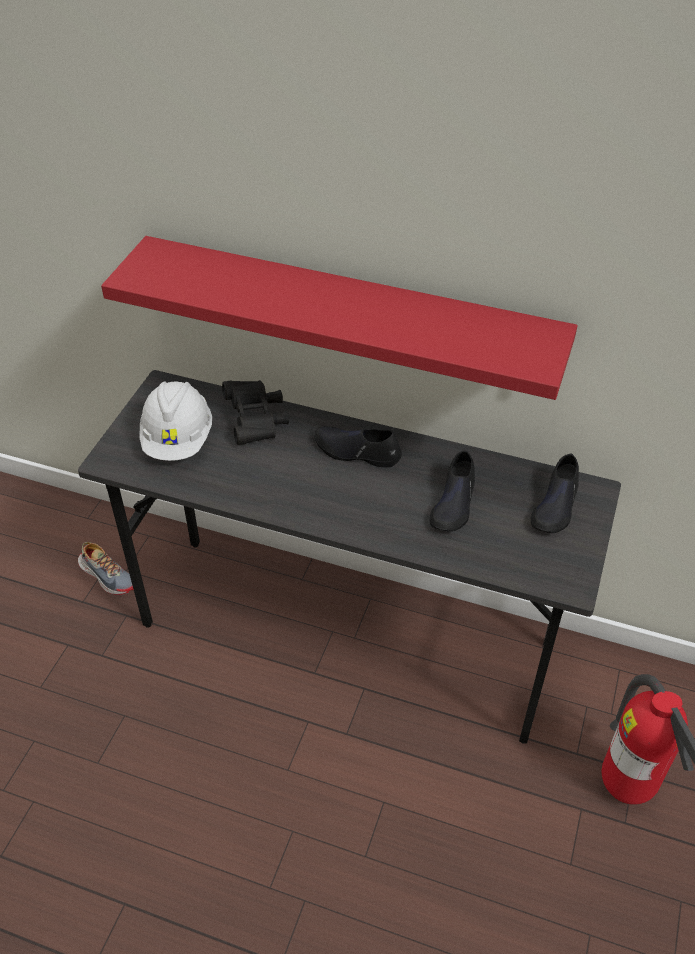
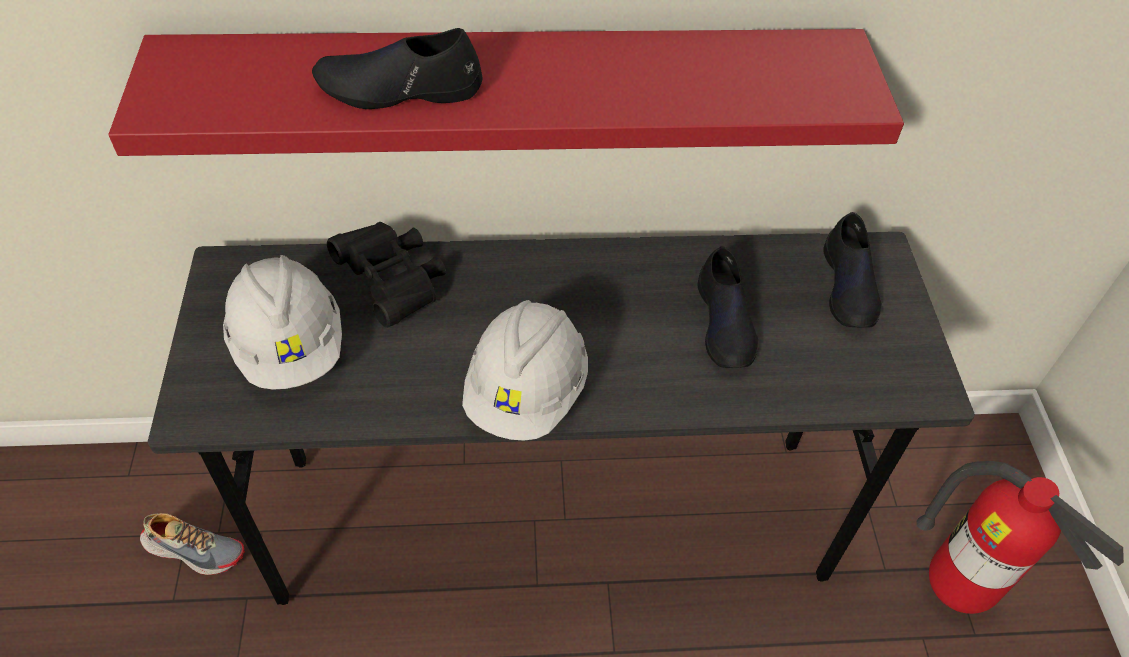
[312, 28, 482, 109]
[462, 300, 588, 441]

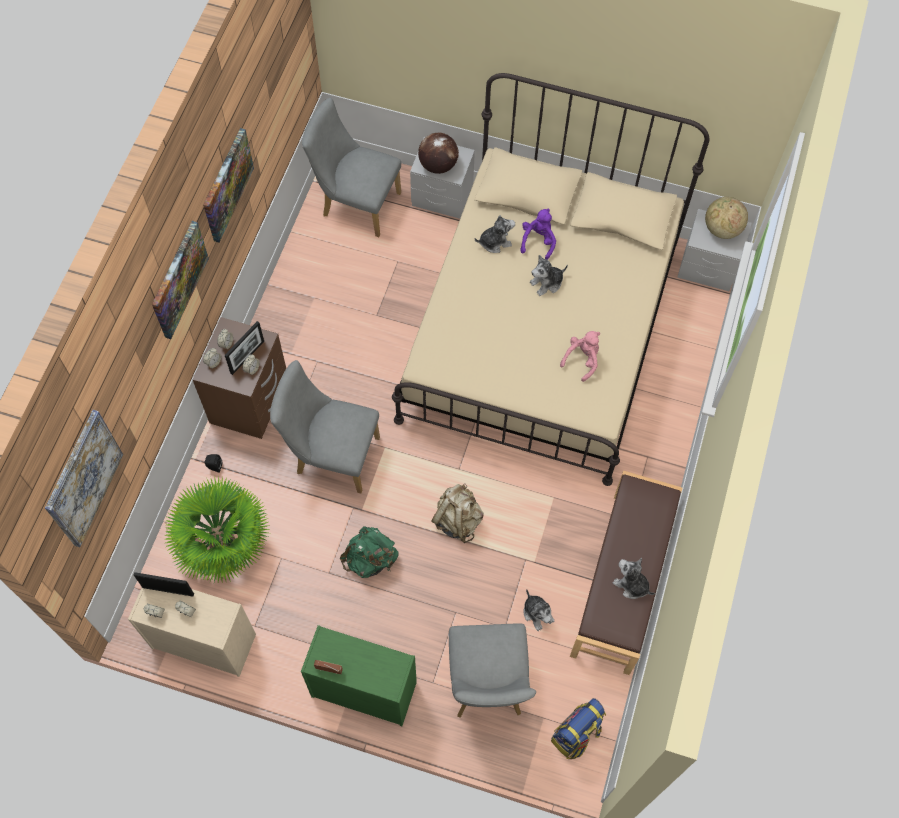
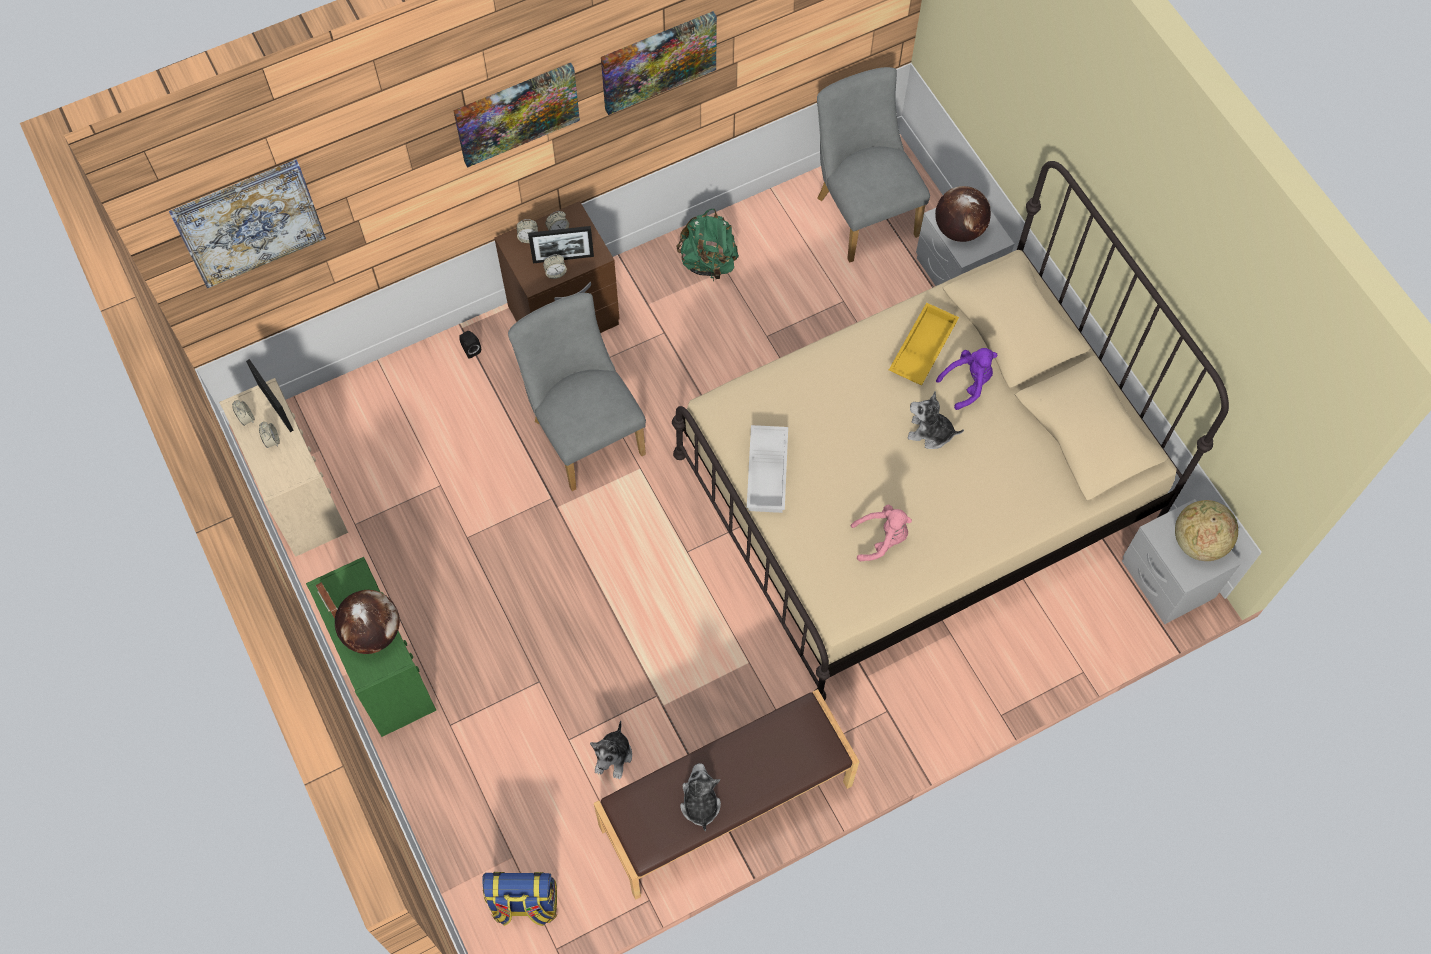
[889, 303, 959, 386]
[164, 475, 270, 582] (first image)
[431, 484, 483, 544] (first image)
[676, 209, 739, 281]
[449, 623, 536, 718] (first image)
[747, 425, 788, 513]
[335, 590, 400, 654]

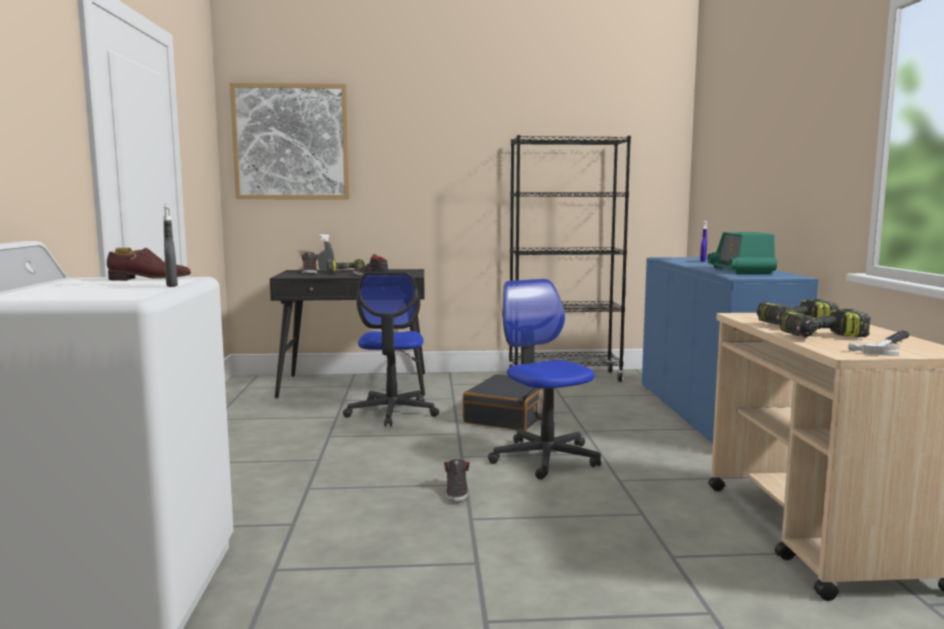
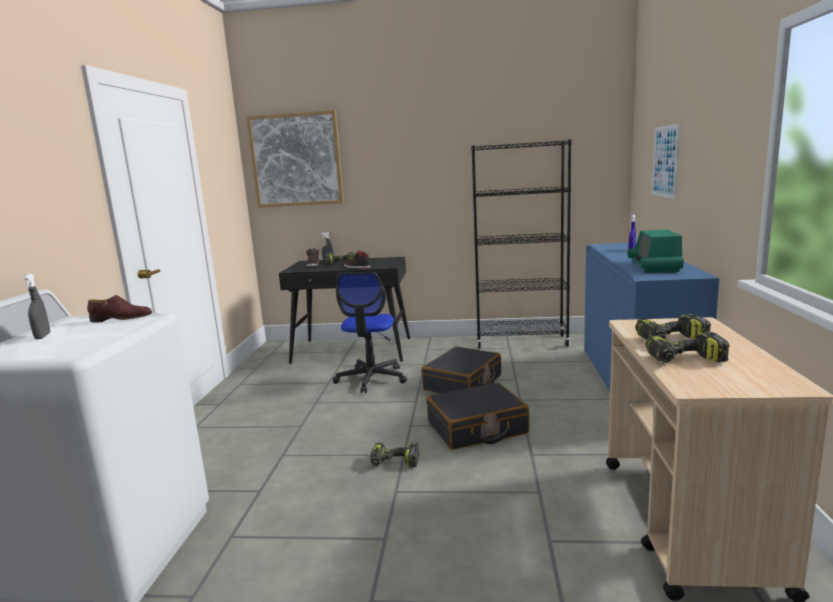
[23, 273, 50, 339]
[426, 383, 529, 450]
[848, 330, 910, 356] (first image)
[370, 443, 419, 467]
[652, 124, 680, 199]

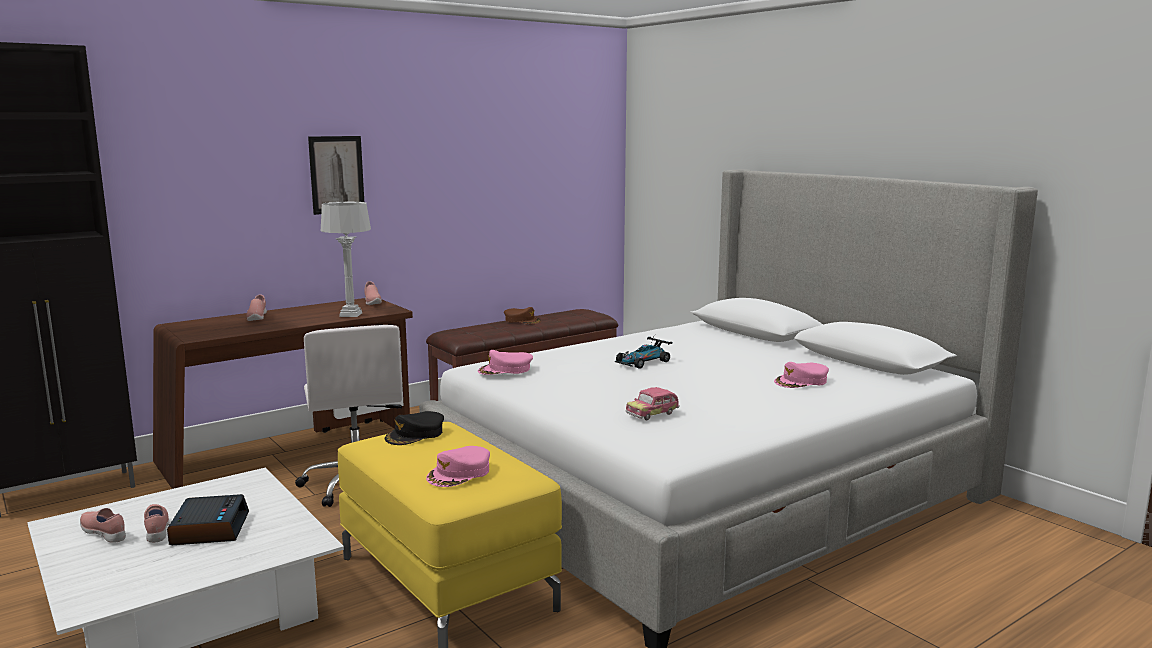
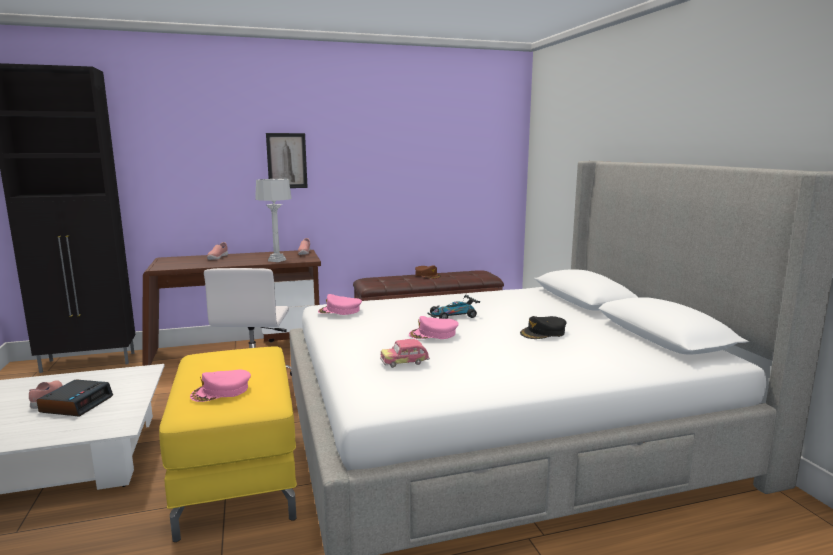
[409, 316, 458, 339]
[520, 316, 567, 339]
[80, 508, 126, 543] (first image)

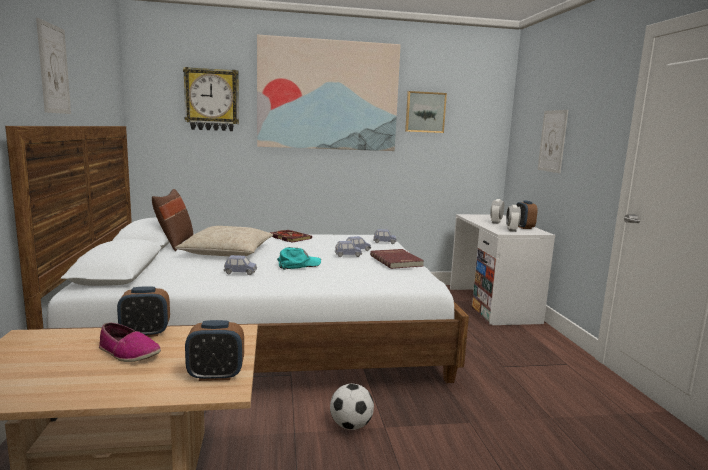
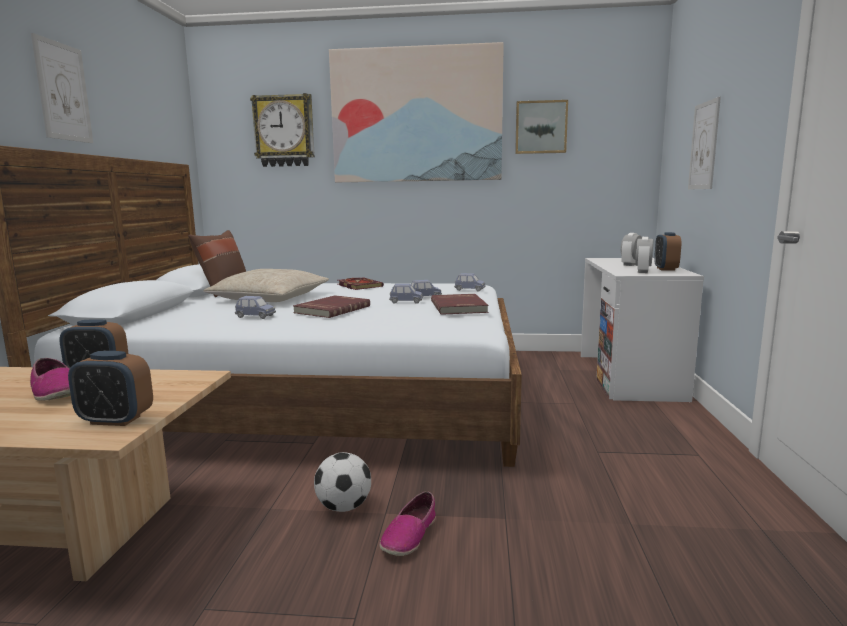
[293, 295, 370, 318]
[379, 491, 436, 556]

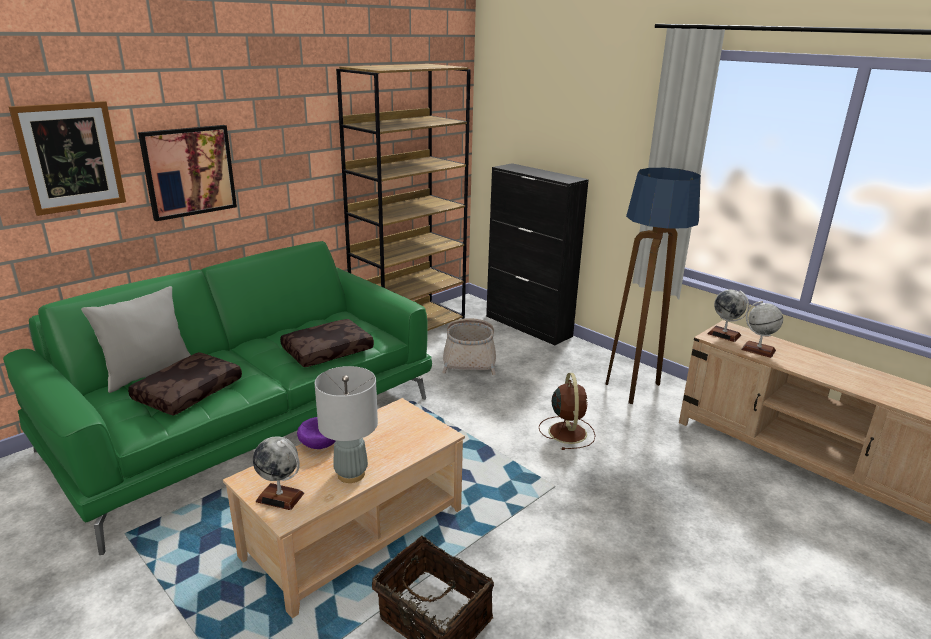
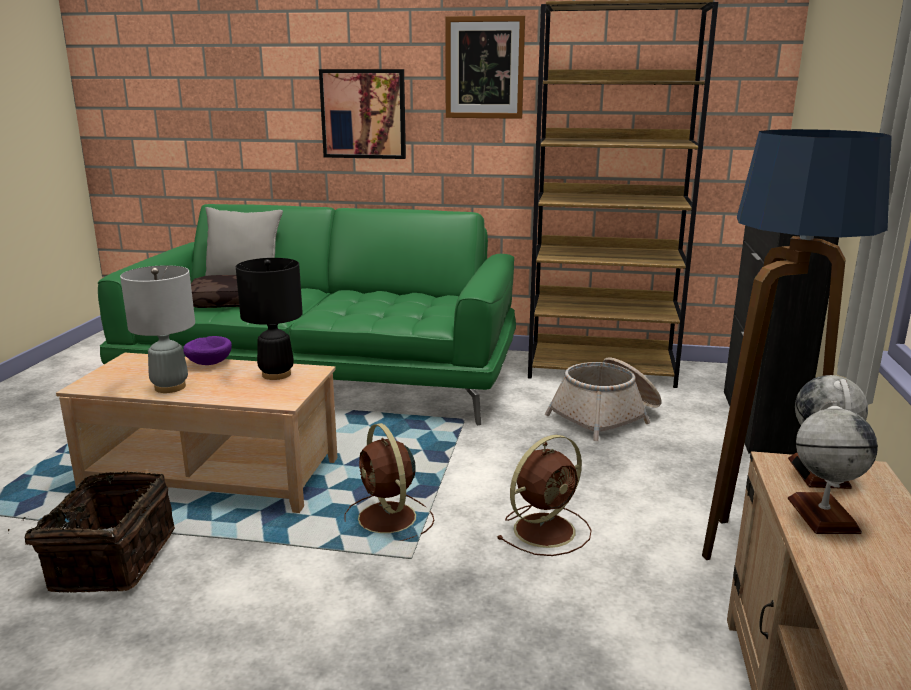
[445, 15, 525, 119]
[280, 319, 374, 367] (first image)
[253, 436, 304, 510] (first image)
[236, 258, 303, 380]
[344, 423, 434, 541]

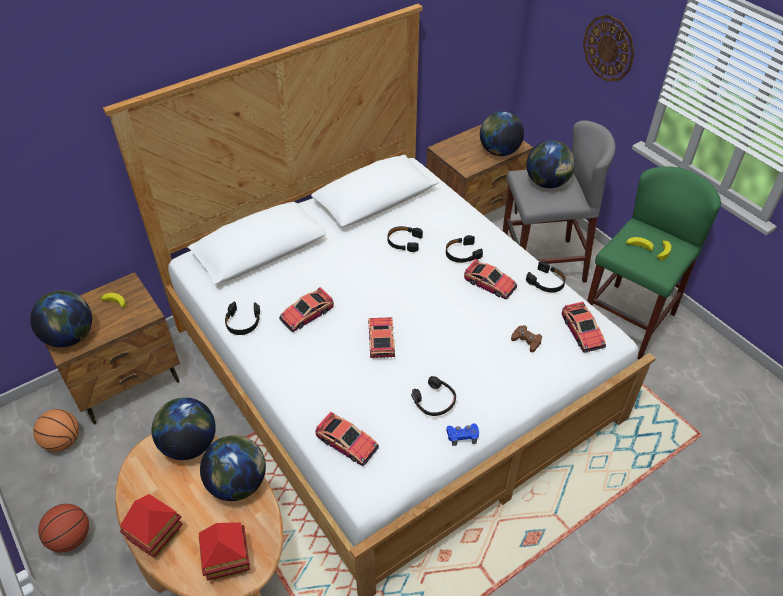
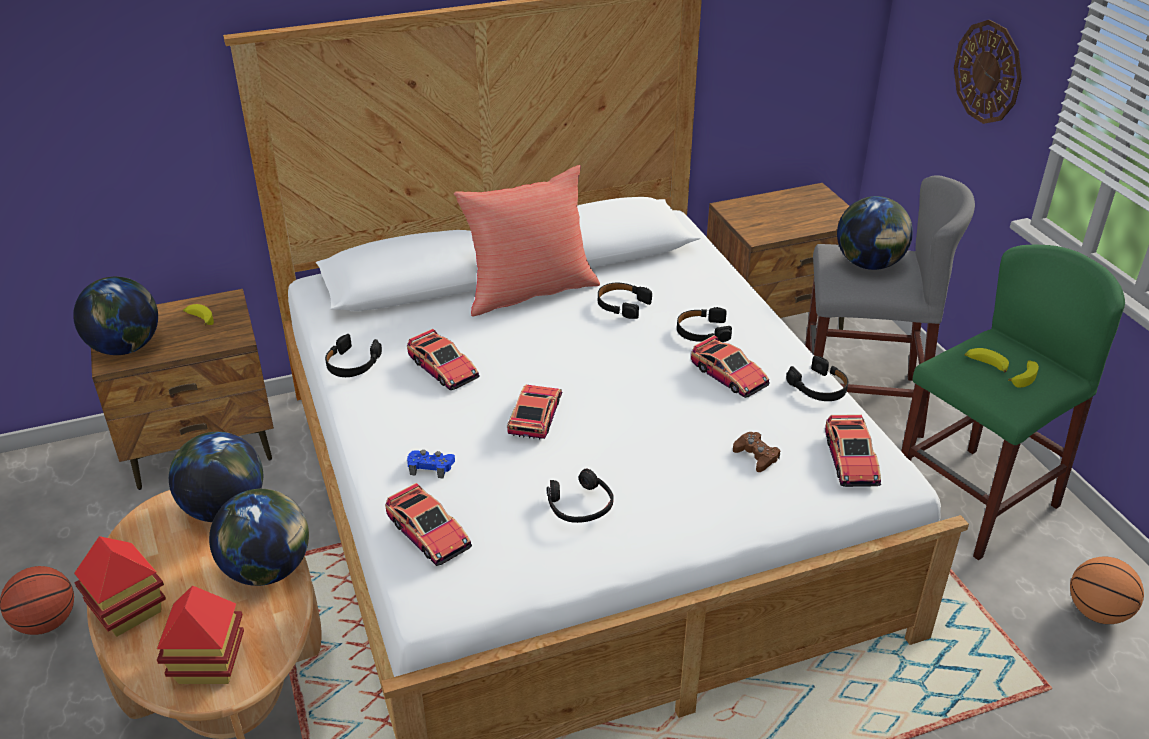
[480, 111, 524, 156] (first image)
[407, 329, 480, 390]
[1070, 557, 1144, 624]
[407, 450, 455, 479]
[454, 165, 600, 317]

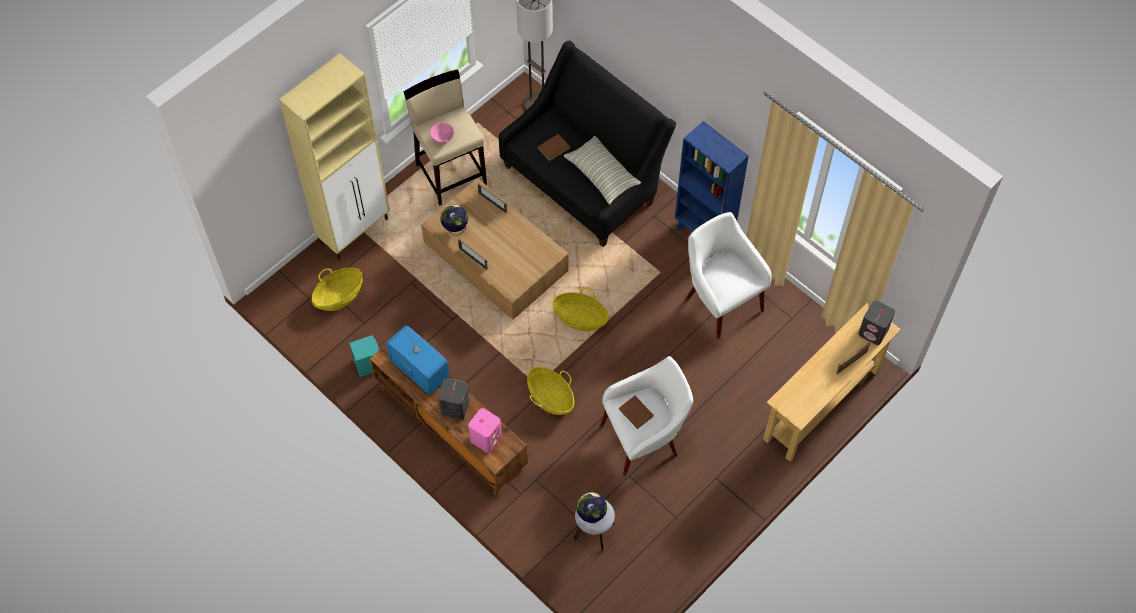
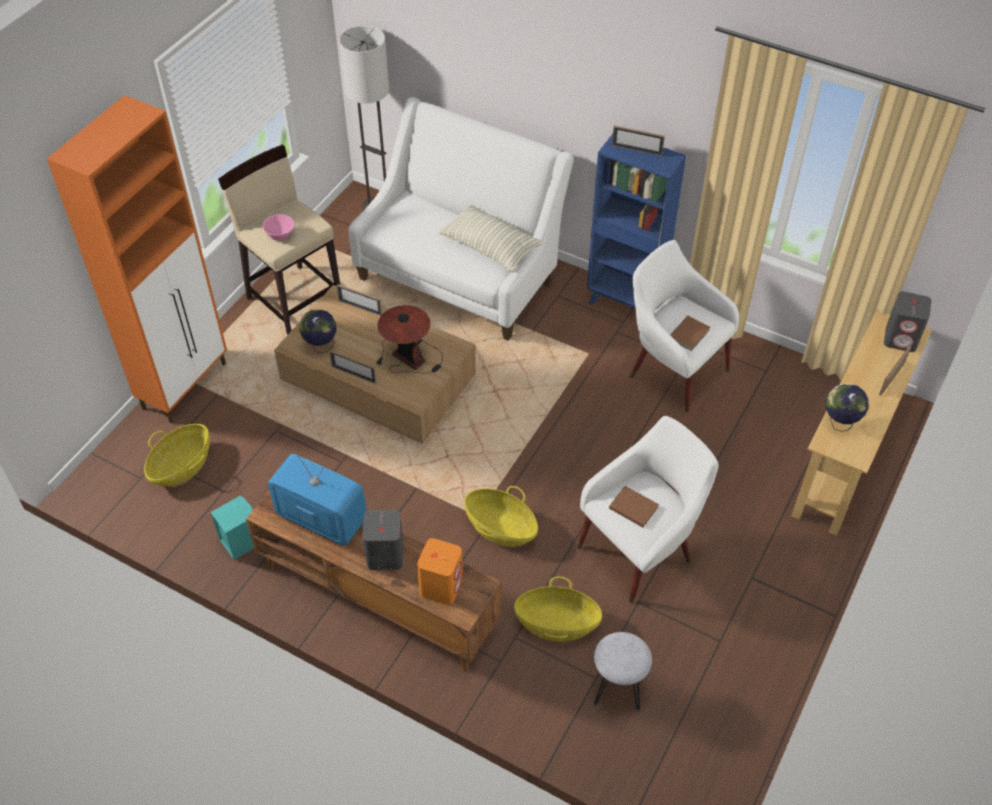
[348, 97, 574, 341]
[47, 95, 227, 423]
[670, 316, 710, 351]
[514, 577, 602, 642]
[417, 538, 463, 605]
[826, 383, 869, 432]
[612, 126, 665, 156]
[376, 305, 443, 374]

